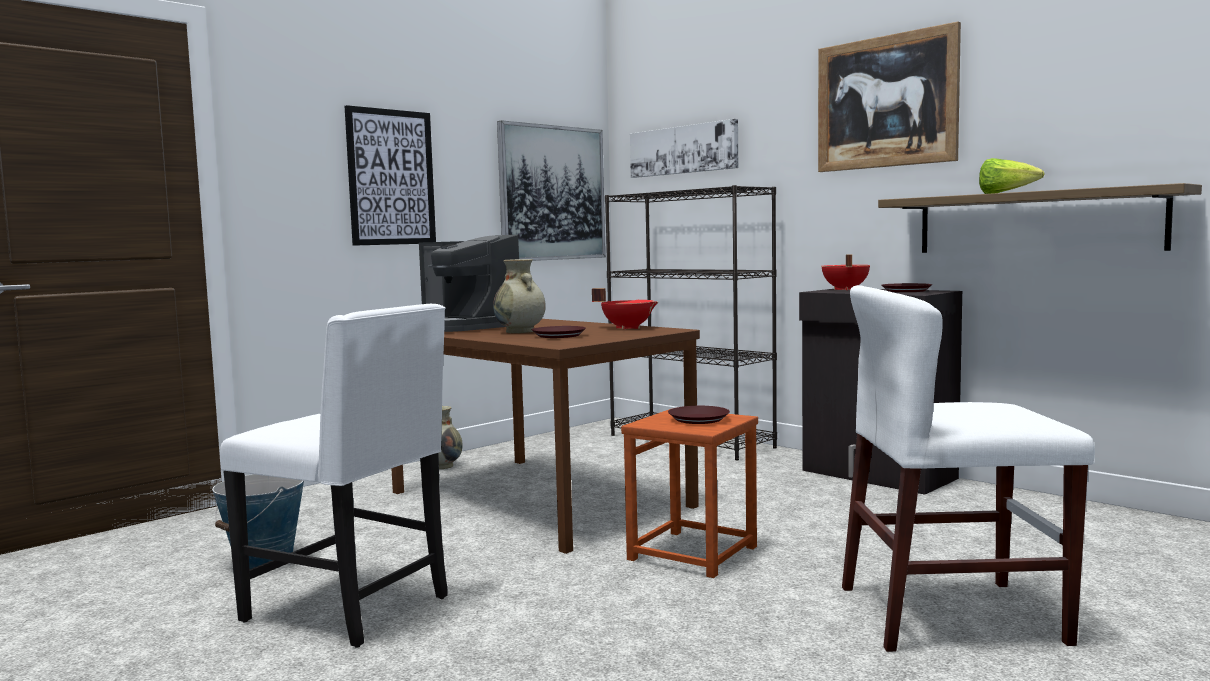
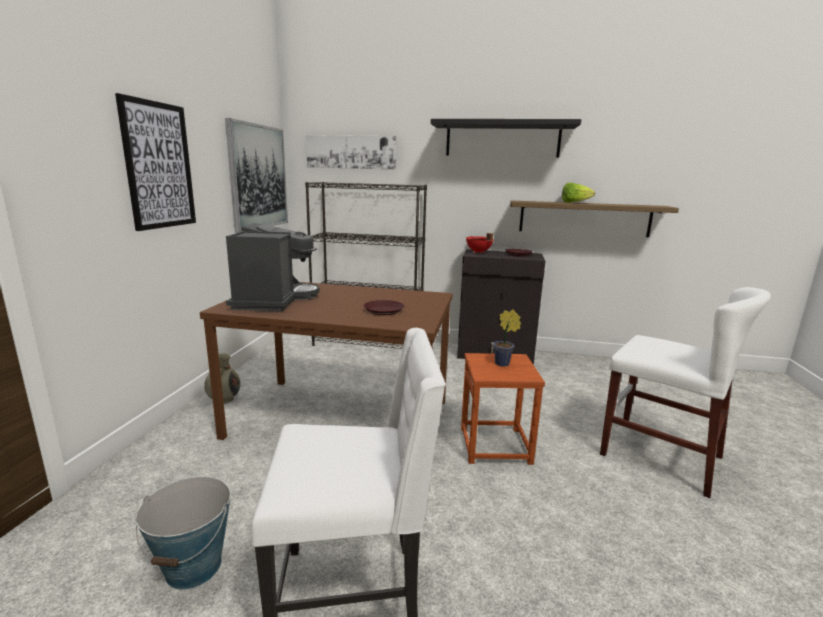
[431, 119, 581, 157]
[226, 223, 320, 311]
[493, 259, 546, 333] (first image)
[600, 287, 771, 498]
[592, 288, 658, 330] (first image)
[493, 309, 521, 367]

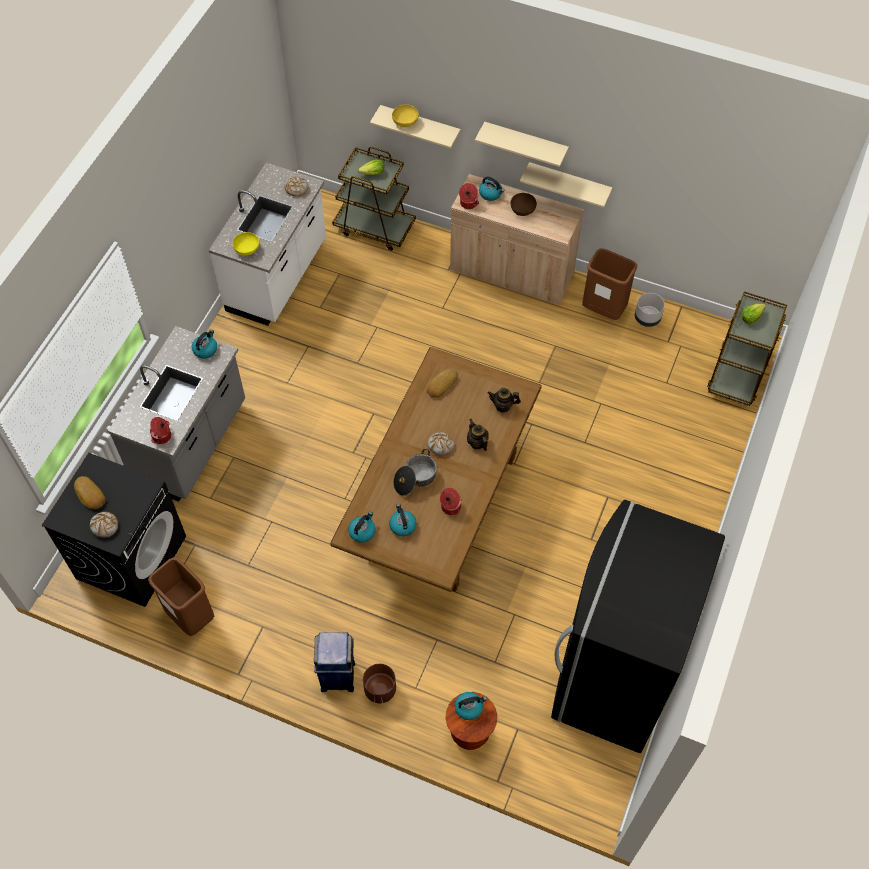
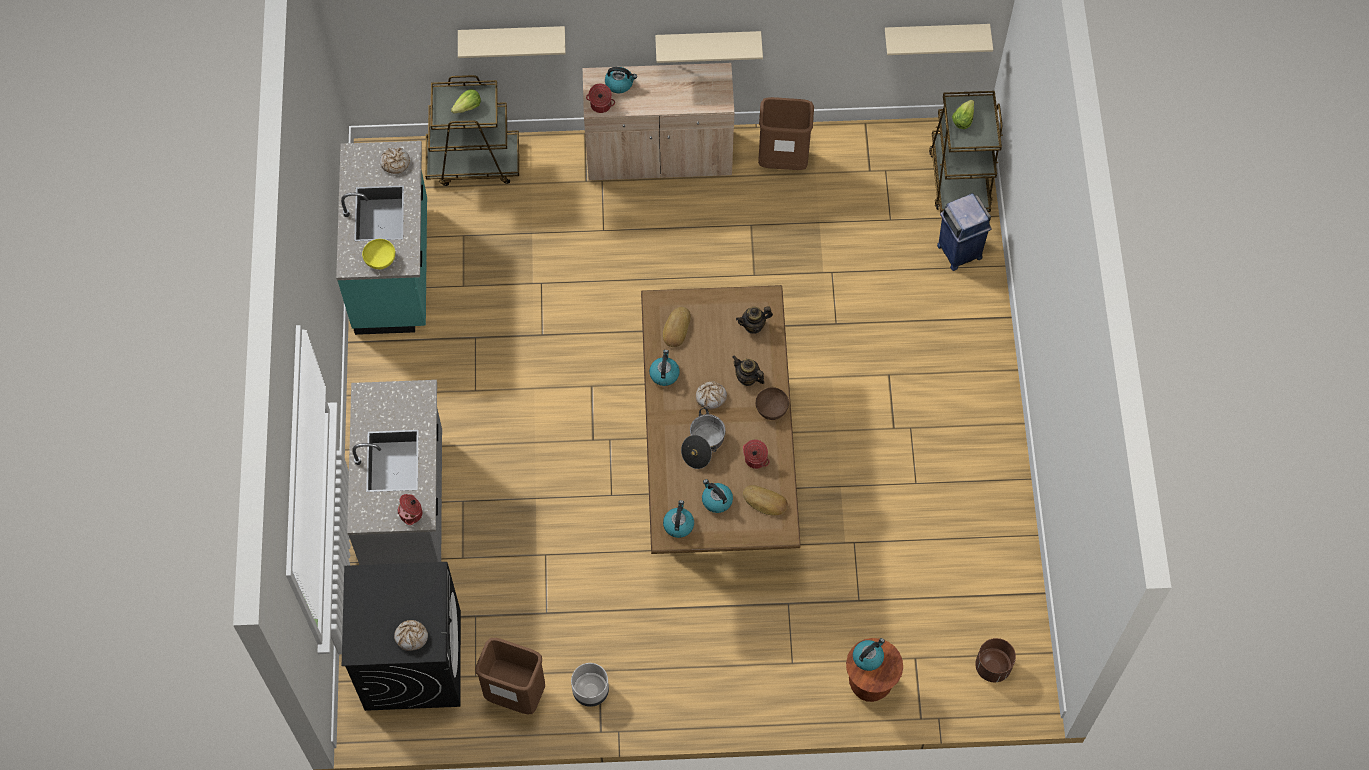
[392, 105, 419, 127] (first image)
[885, 24, 993, 55]
[336, 141, 427, 335]
[756, 387, 789, 420]
[571, 663, 609, 707]
[649, 350, 680, 386]
[743, 485, 788, 516]
[551, 500, 725, 753] (first image)
[937, 193, 992, 271]
[975, 638, 1016, 682]

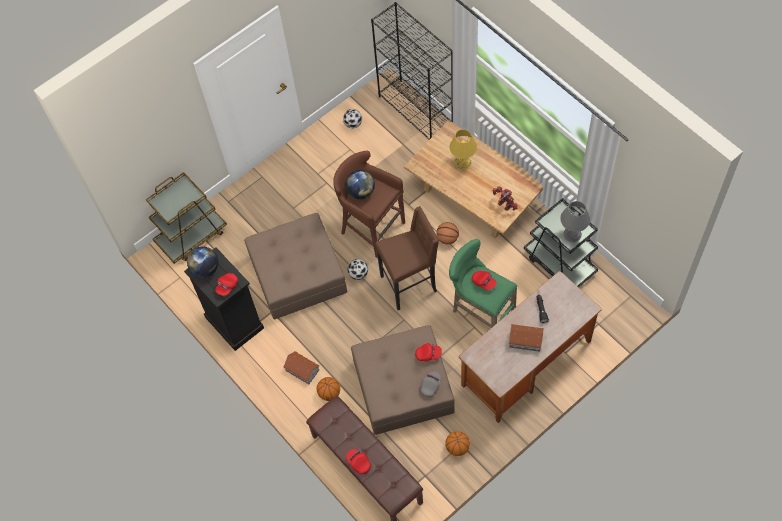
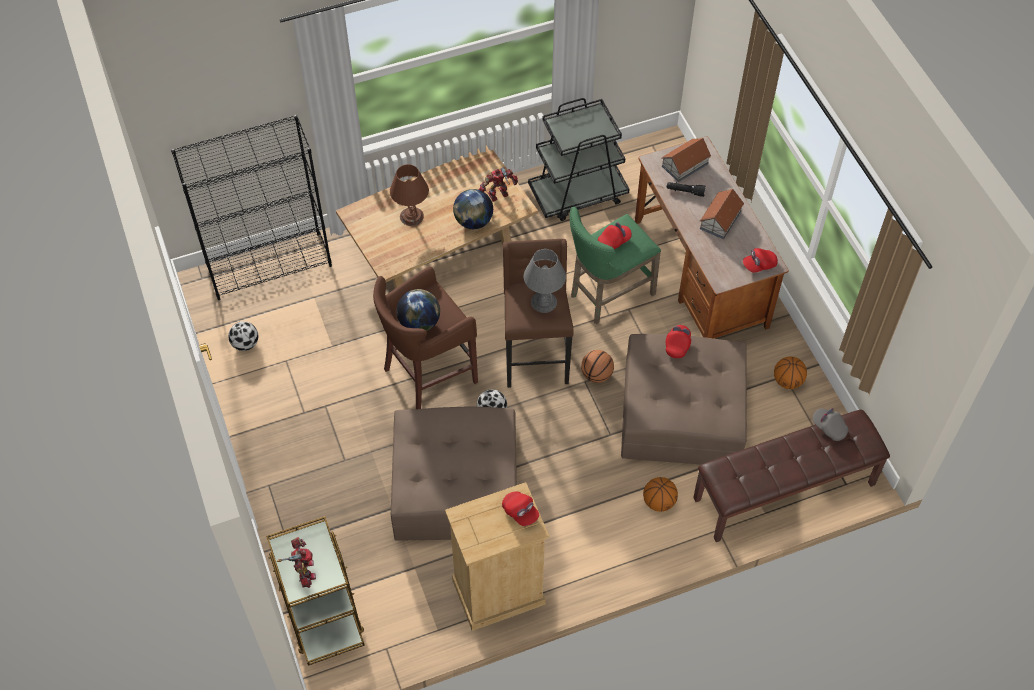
[390, 164, 429, 226]
[524, 249, 566, 313]
[581, 350, 614, 383]
[445, 482, 549, 631]
[453, 189, 493, 229]
[661, 138, 711, 182]
[813, 408, 848, 441]
[743, 248, 778, 273]
[277, 537, 316, 588]

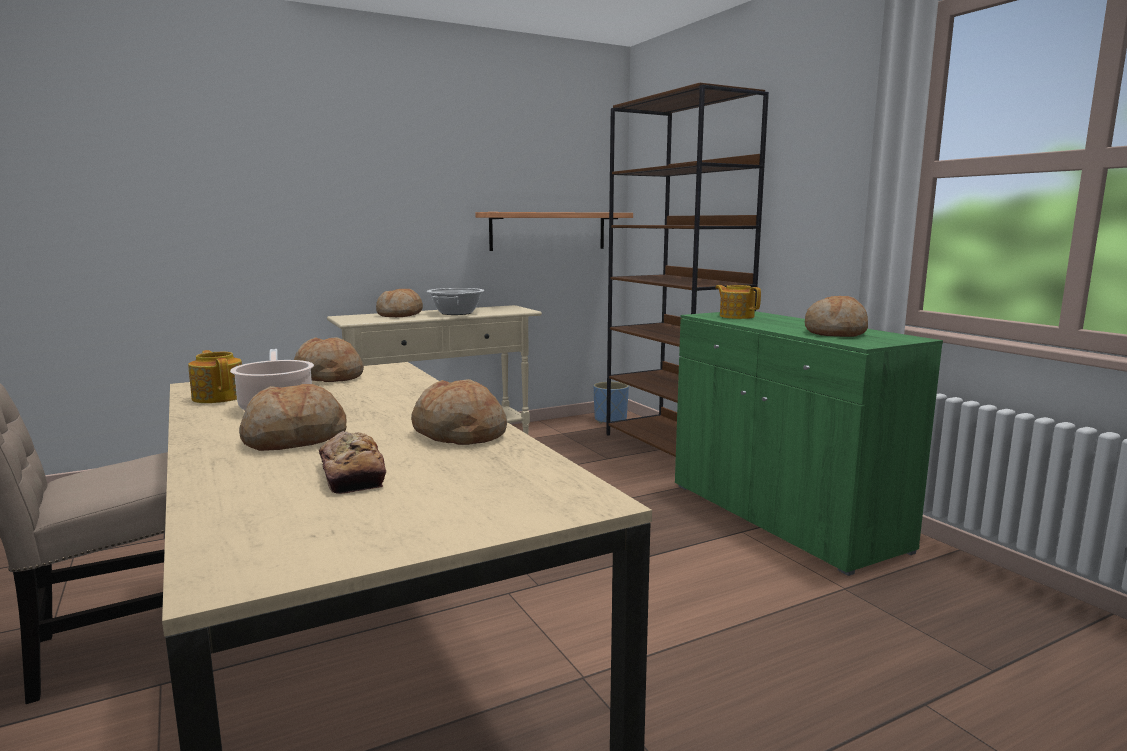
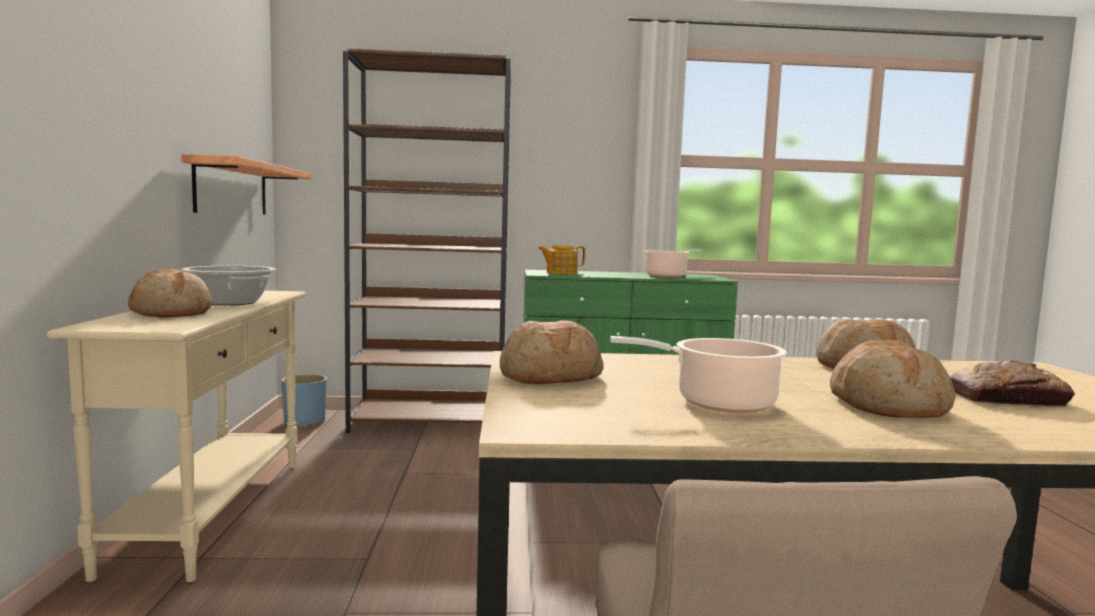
[644, 249, 702, 277]
[188, 350, 242, 403] (first image)

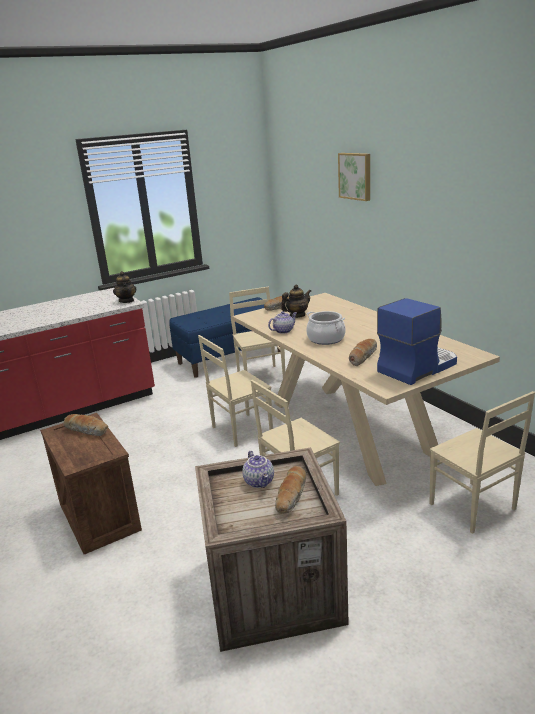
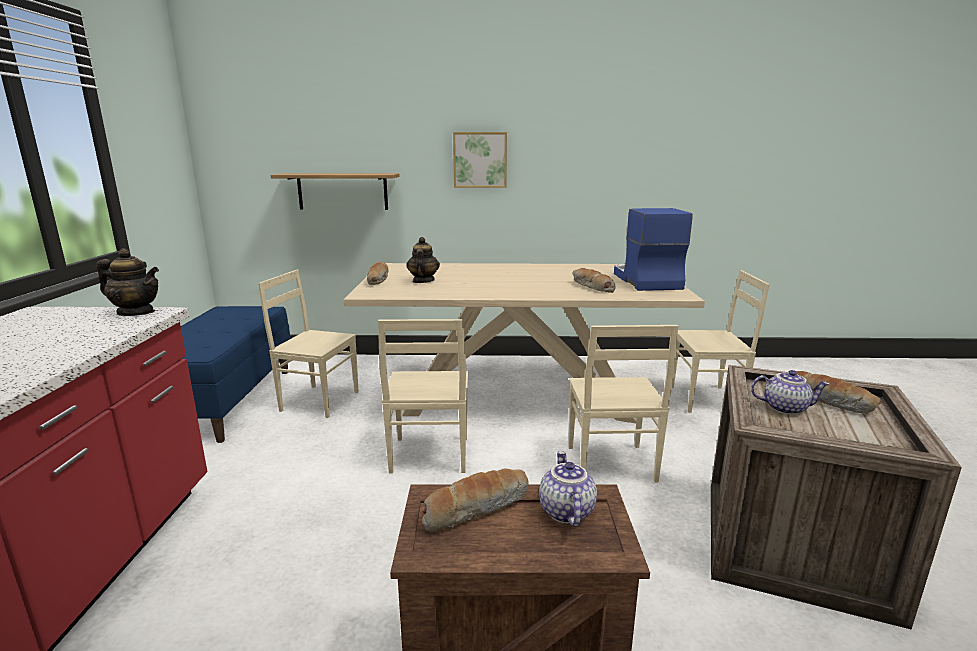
[453, 132, 507, 188]
[539, 451, 597, 527]
[306, 311, 346, 345] (first image)
[270, 173, 400, 210]

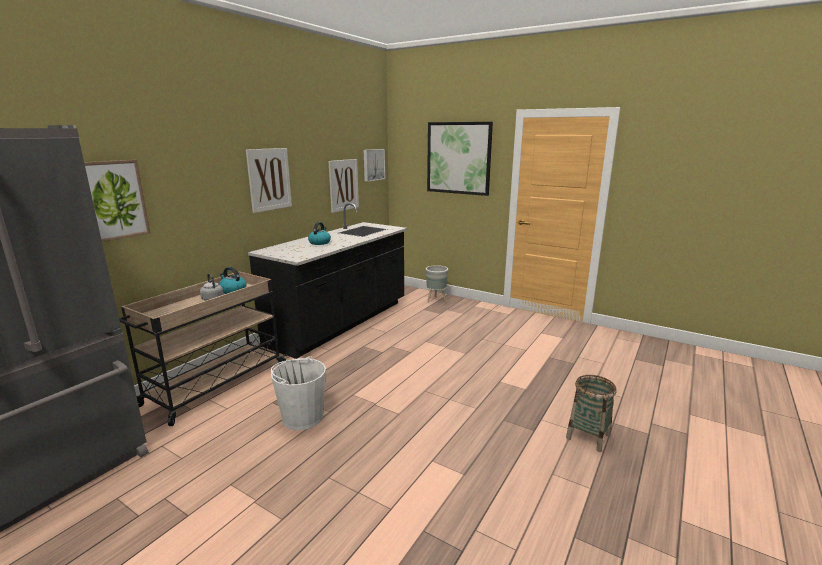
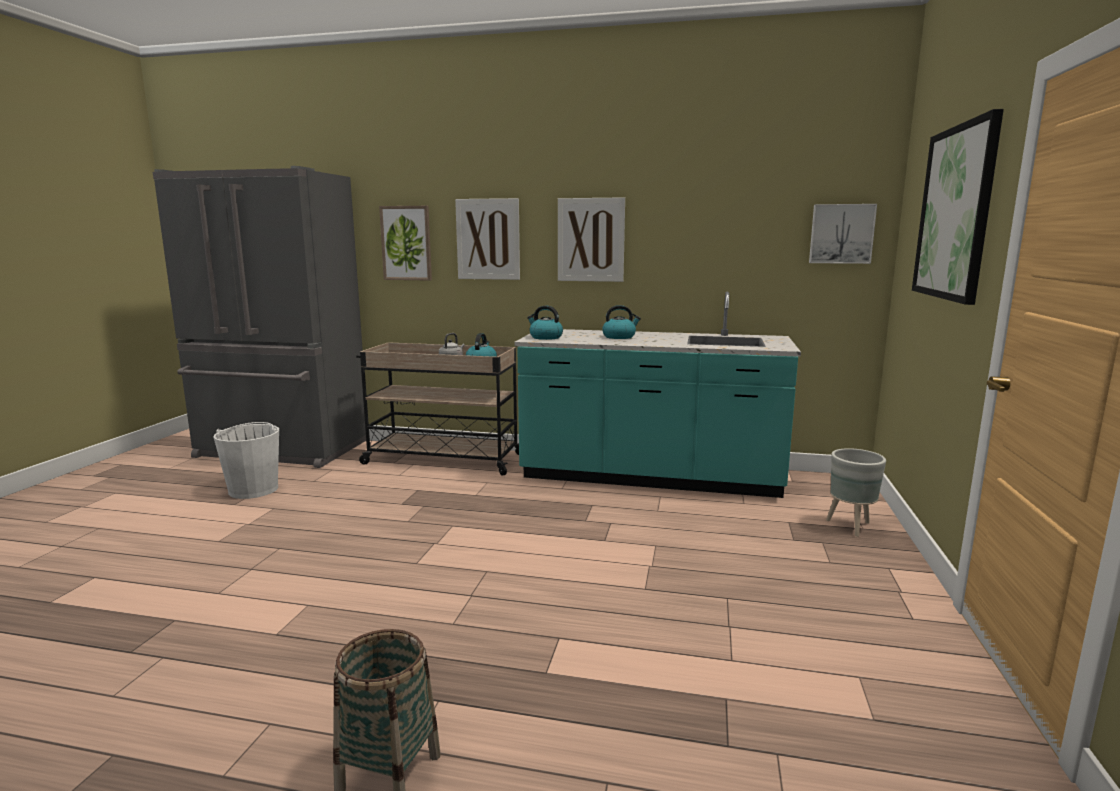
[455, 198, 520, 280]
[514, 291, 801, 498]
[214, 422, 279, 499]
[527, 306, 563, 340]

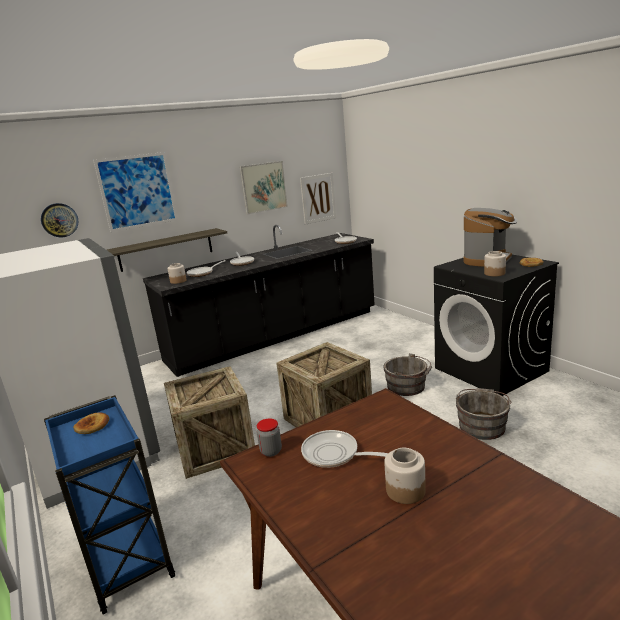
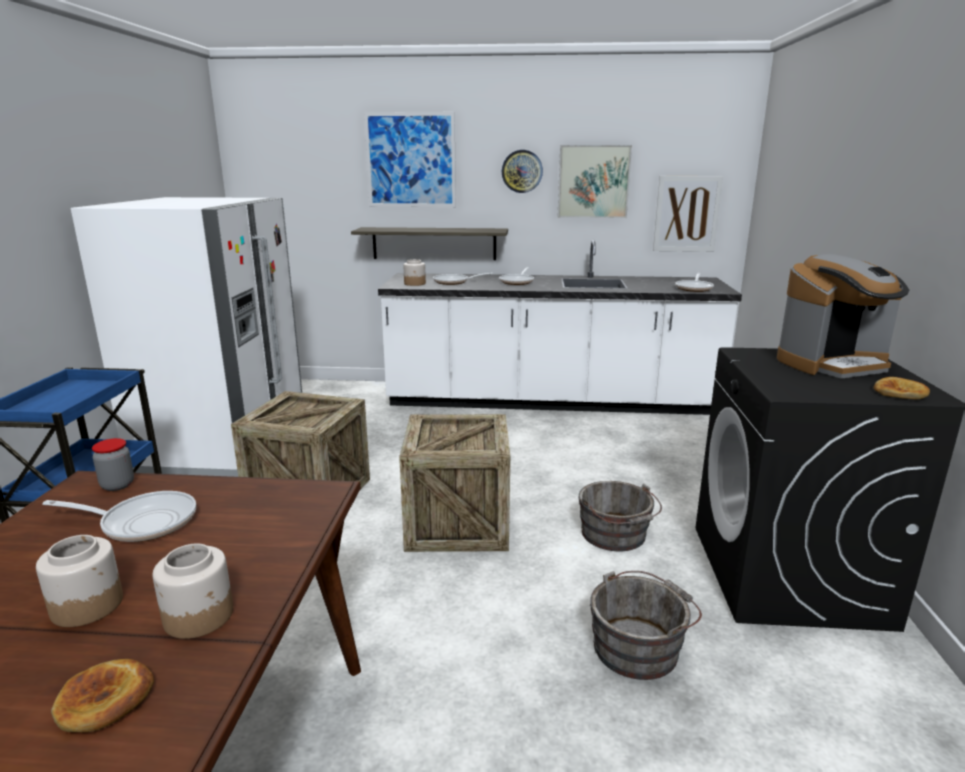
[502, 150, 543, 193]
[378, 240, 742, 415]
[152, 544, 233, 639]
[51, 659, 154, 732]
[42, 491, 196, 542]

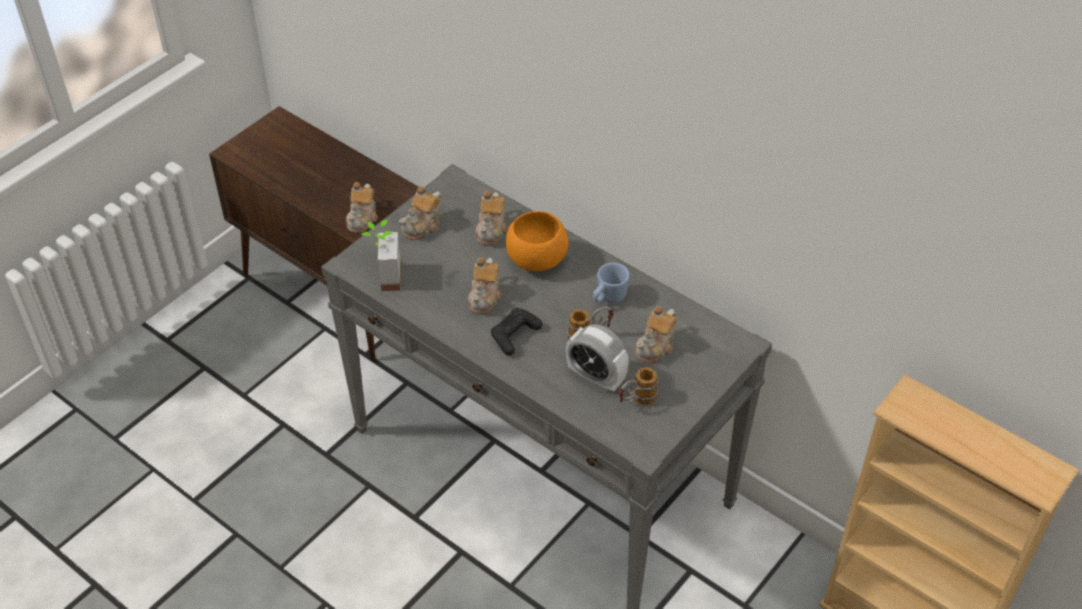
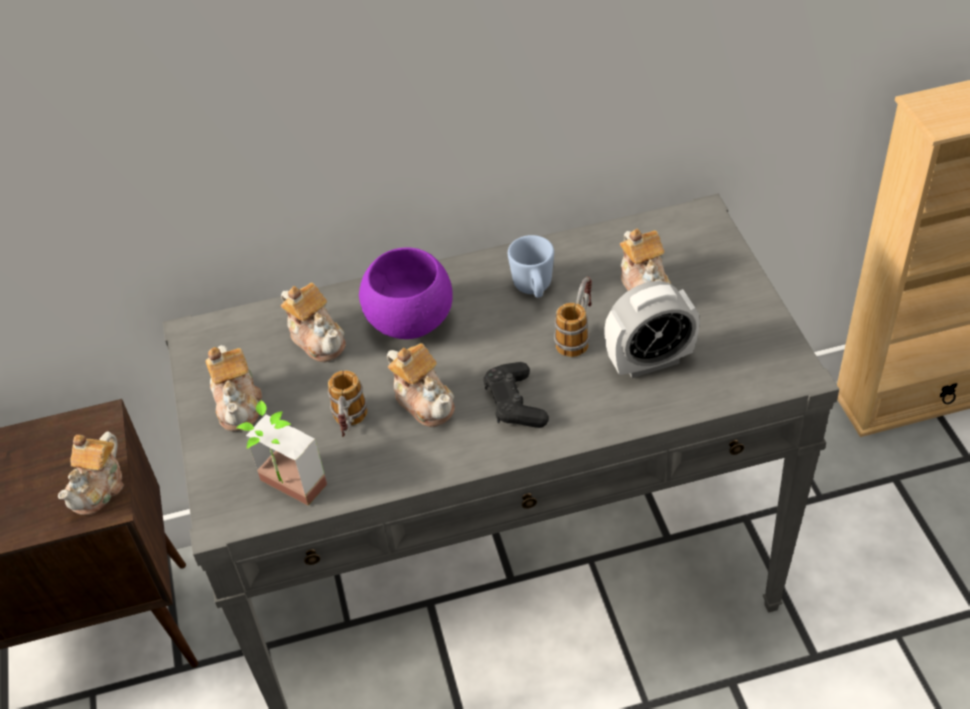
[58, 431, 124, 515]
[359, 247, 453, 339]
[328, 370, 367, 437]

